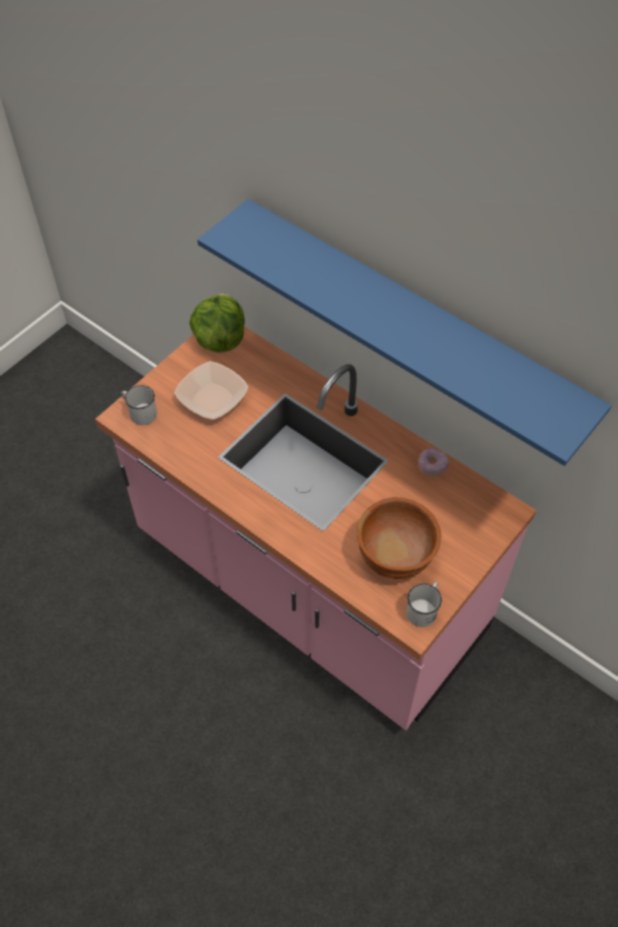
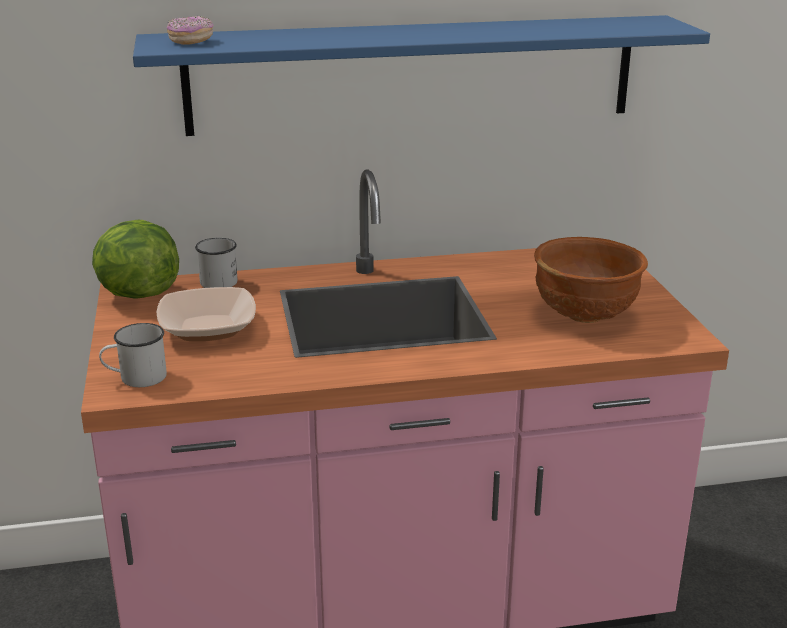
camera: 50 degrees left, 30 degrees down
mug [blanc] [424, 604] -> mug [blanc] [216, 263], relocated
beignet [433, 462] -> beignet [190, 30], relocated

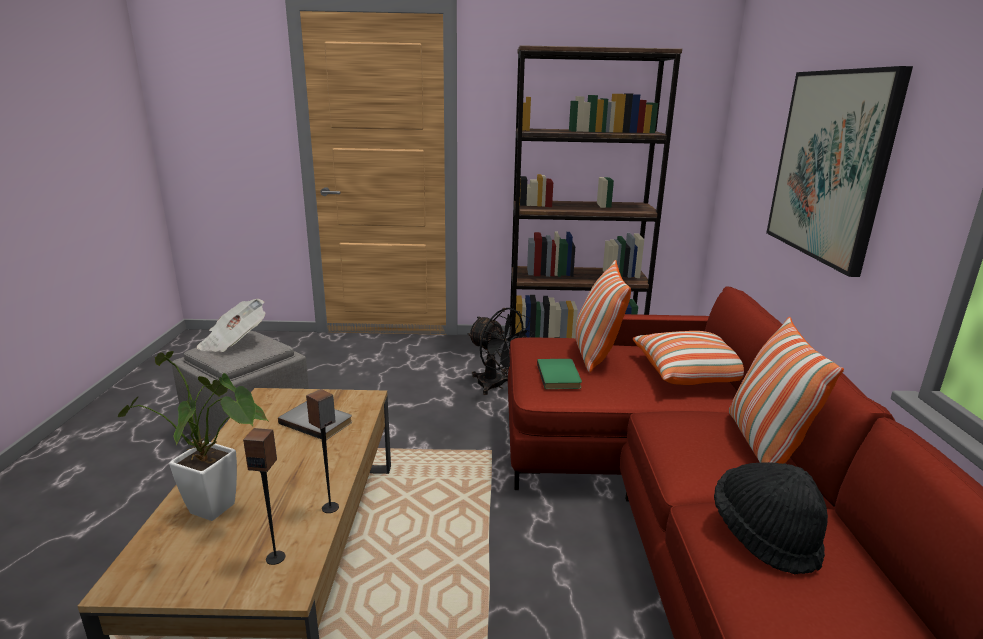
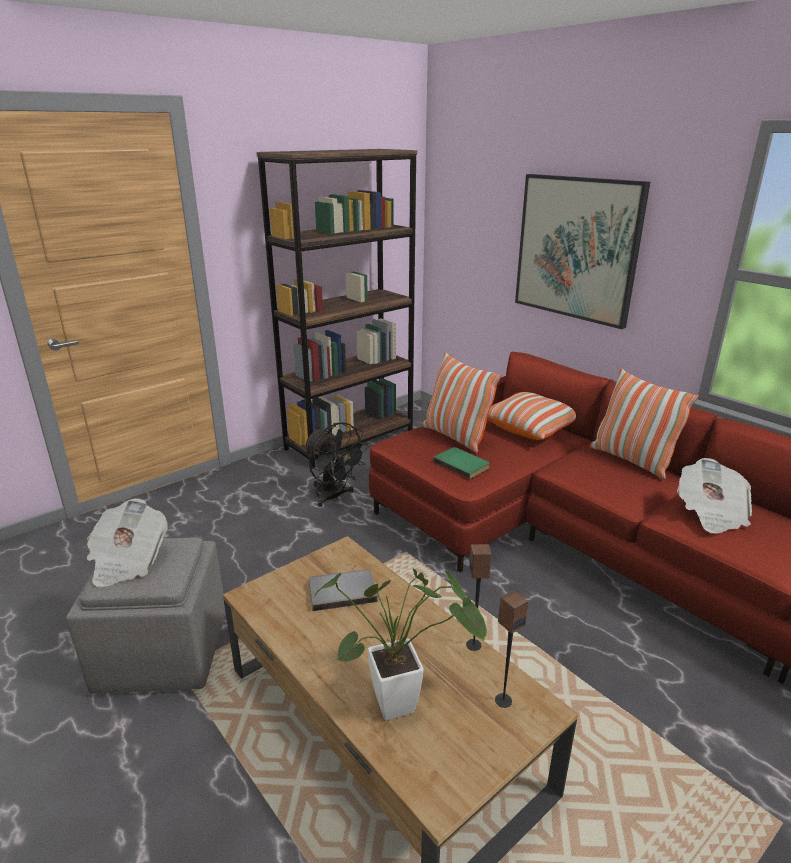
camera: 40 degrees left, 5 degrees up
ventilateur [noir] [500, 351] -> ventilateur [noir] [336, 464], 45 degrees clockwise
chapeau [noir] [771, 518] -> journal [714, 495]

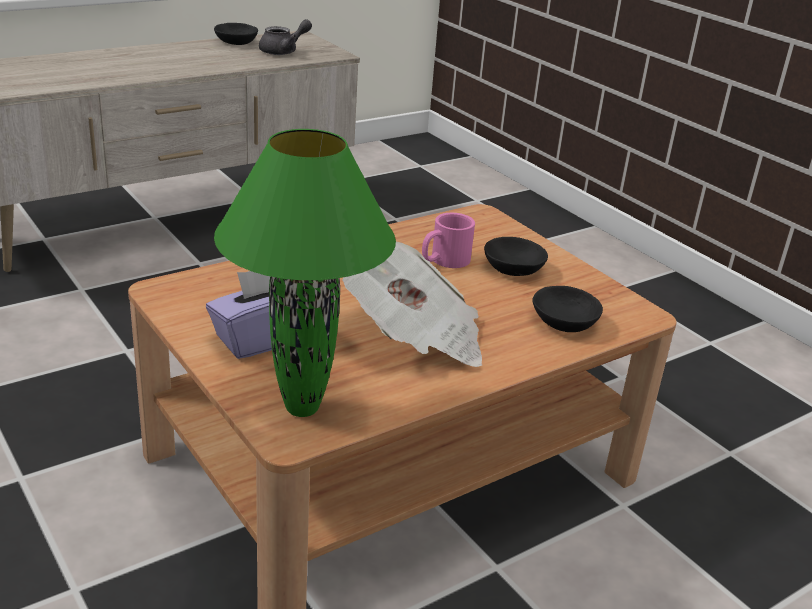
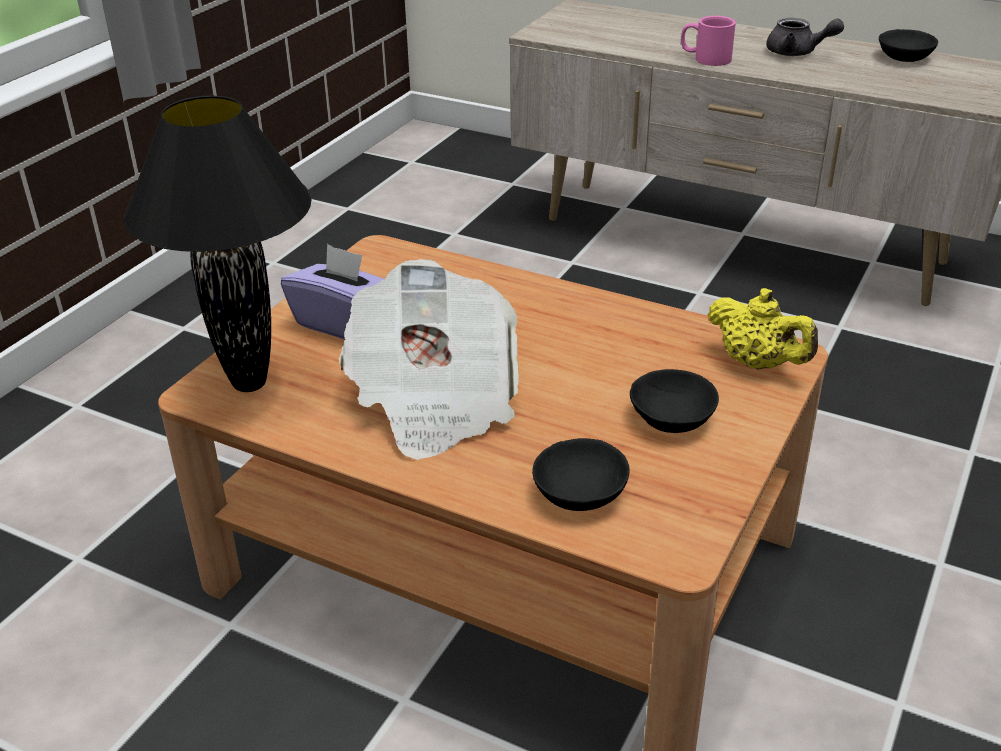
camera: 65 degrees right, 5 degrees up
lampe de table [vert] [305, 273] -> lampe de table [noir] [218, 244]
théière [gris] [285, 37] -> théière [gris] [805, 37], relocated
mug [rose] [448, 240] -> mug [rose] [708, 41], relocated
none -> théière [jaune] [762, 328]

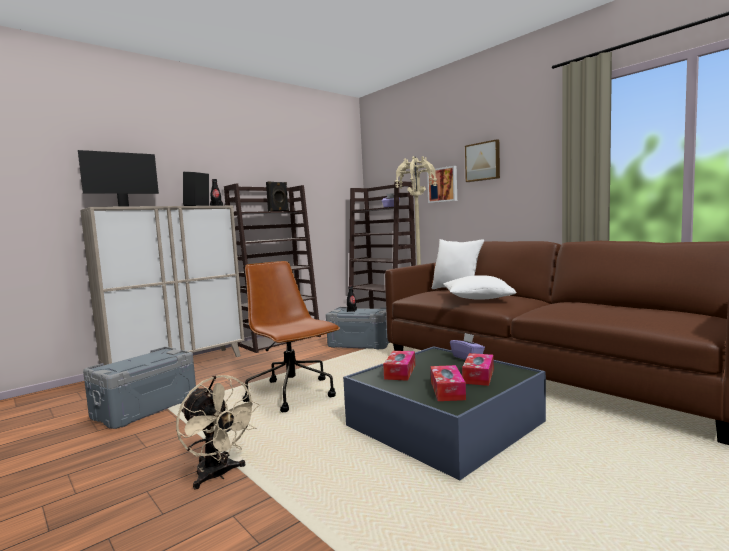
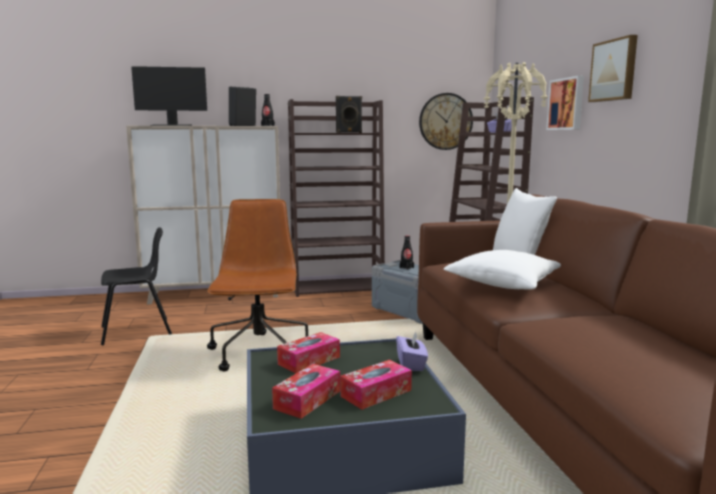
camera: 30 degrees right, 5 degrees up
boîte de rangement [gris] [139, 388] -> chaise [noir] [136, 286]
ventilateur [beige] [218, 432] -> none
none -> horloge murale [446, 121]

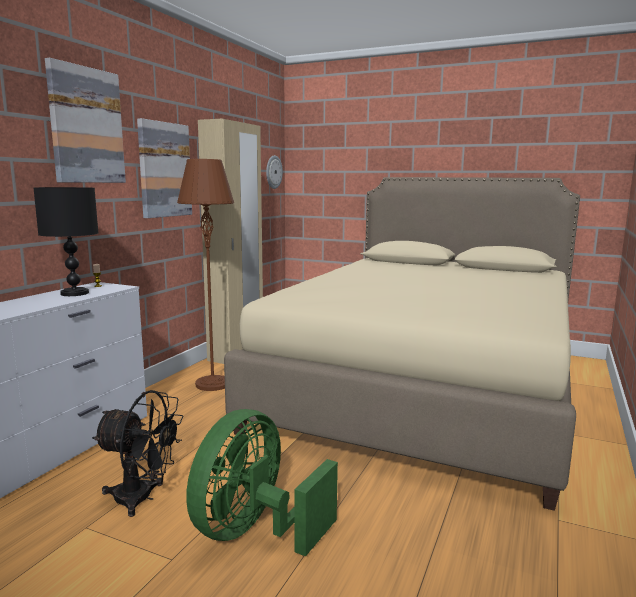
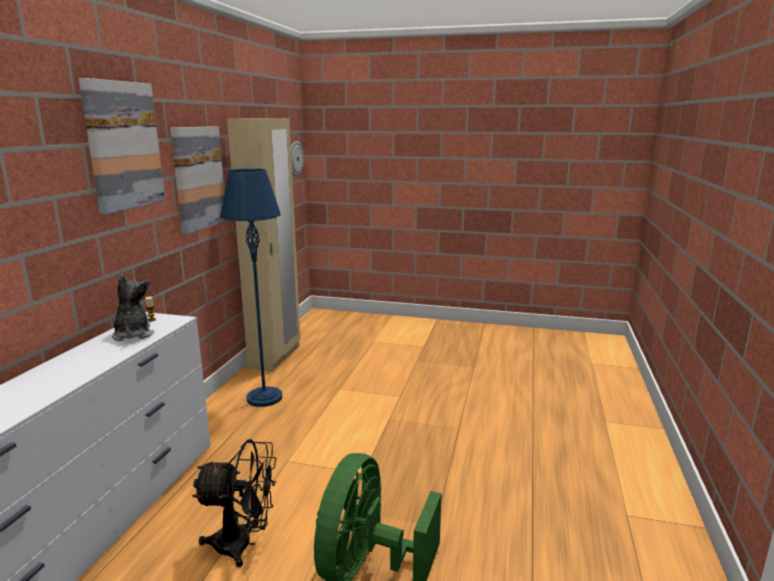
camera: 10 degrees left, 5 degrees up
lampe de table [noir] [66, 241] -> peluche [133, 307]
lampadaire [marron] [205, 275] -> lampadaire [bleu] [251, 288]
lit [beige] [402, 344] -> none

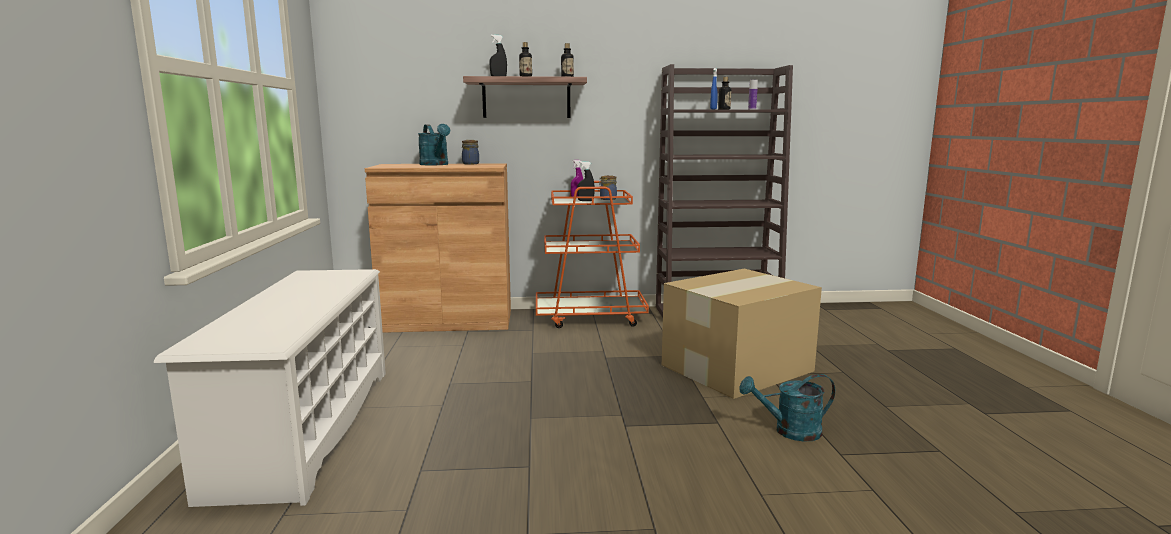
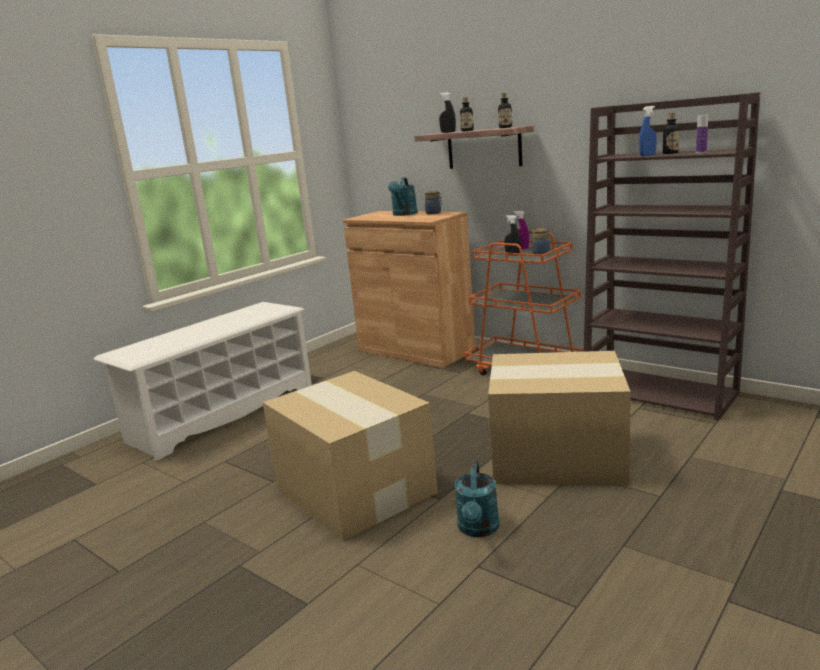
camera: 45 degrees right, 5 degrees up
arrosoir [turquoise] [787, 408] -> arrosoir [turquoise] [476, 499], 120 degrees counterclockwise
none -> carton [350, 456]

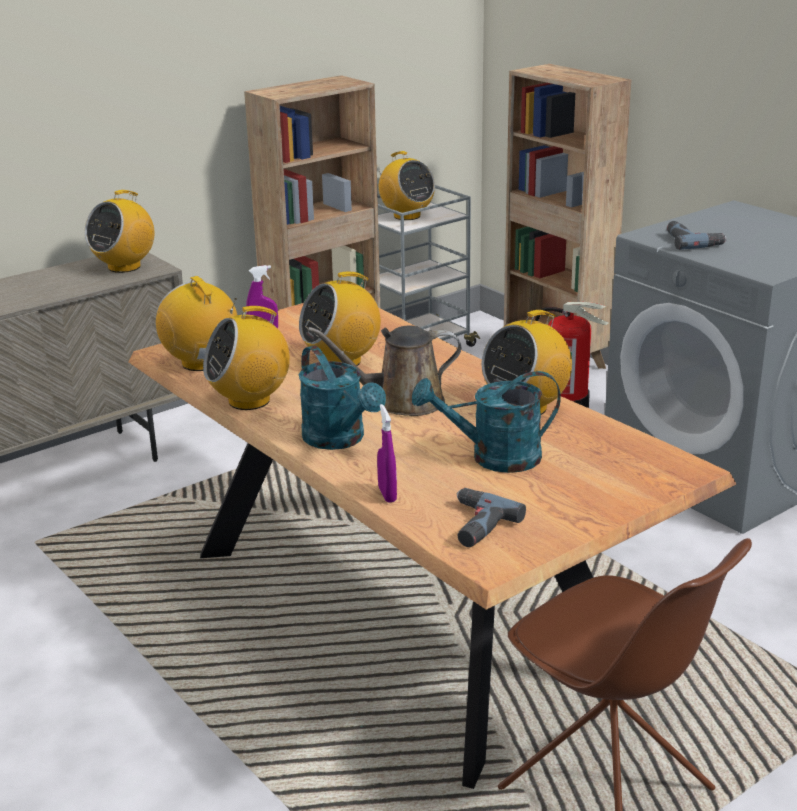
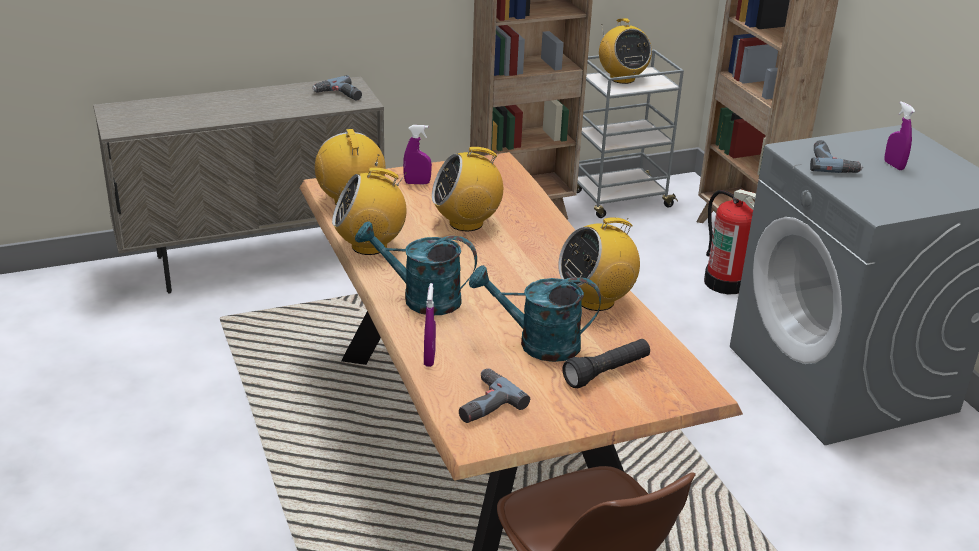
camera: 15 degrees right, 5 degrees up
radio [120, 231] -> perceuse [337, 88]
arrosoir [turquoise] [342, 397] -> arrosoir [turquoise] [416, 268], 120 degrees clockwise
arrosoir [marron] [384, 371] -> none
none -> lampe de poche [noir] [606, 363]
none -> vaporisateur [violet] [900, 135]

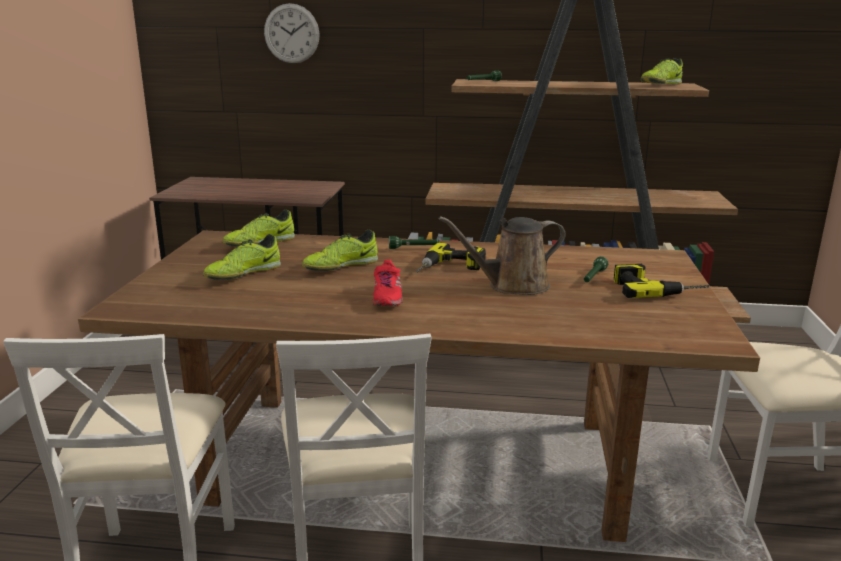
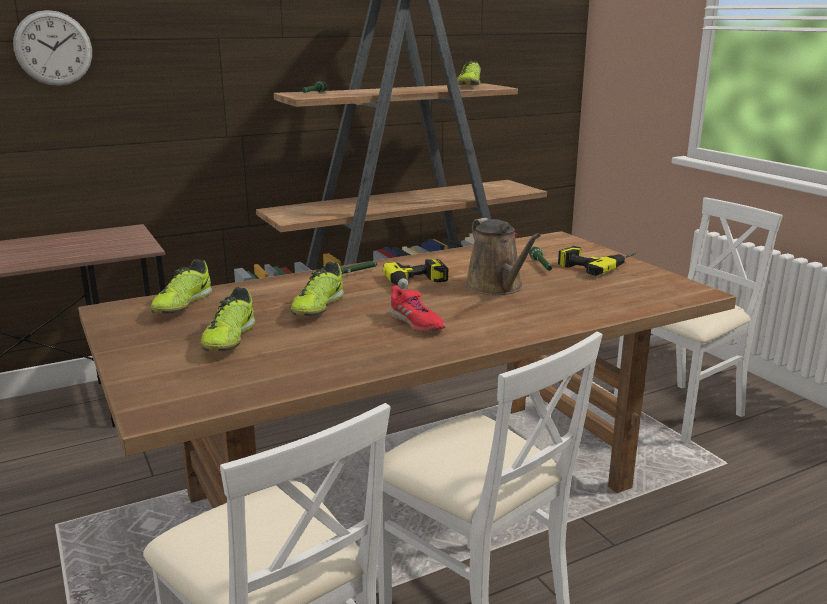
camera: 35 degrees left, 0 degrees up
arrosoir [marron] [502, 255] -> arrosoir [marron] [503, 256], 60 degrees counterclockwise

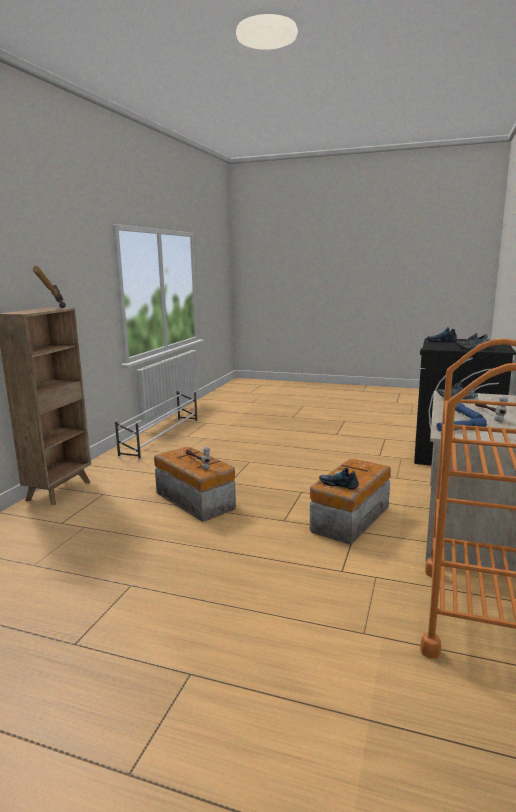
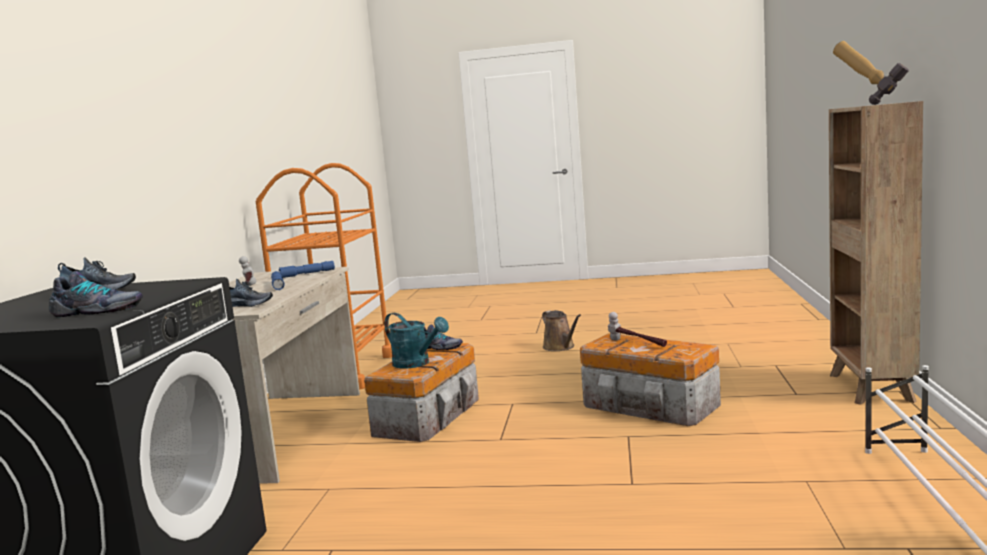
camera: 170 degrees right, 5 degrees down
none -> arrosoir [turquoise] [416, 340]
none -> arrosoir [marron] [561, 330]

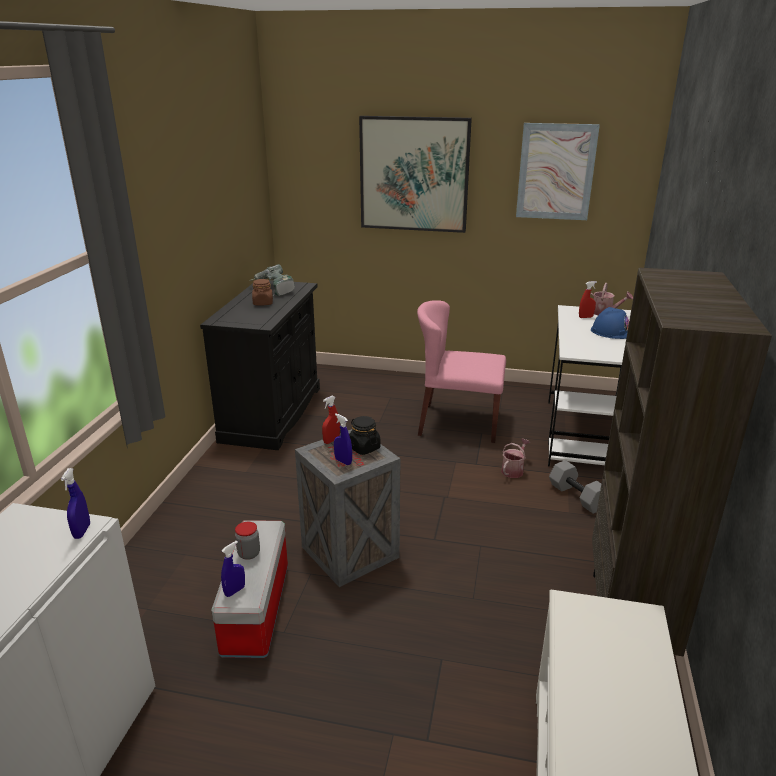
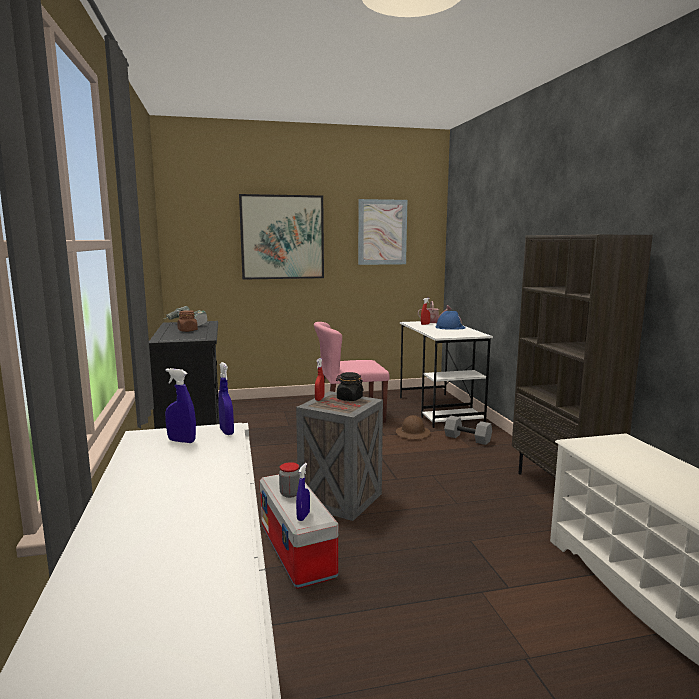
camera: 25 degrees left, 15 degrees down
vaporisateur [bleu] [343, 439] -> vaporisateur [bleu] [180, 405], relocated
arrosoir [515, 458] -> casque de chantier [marron] [413, 427]

